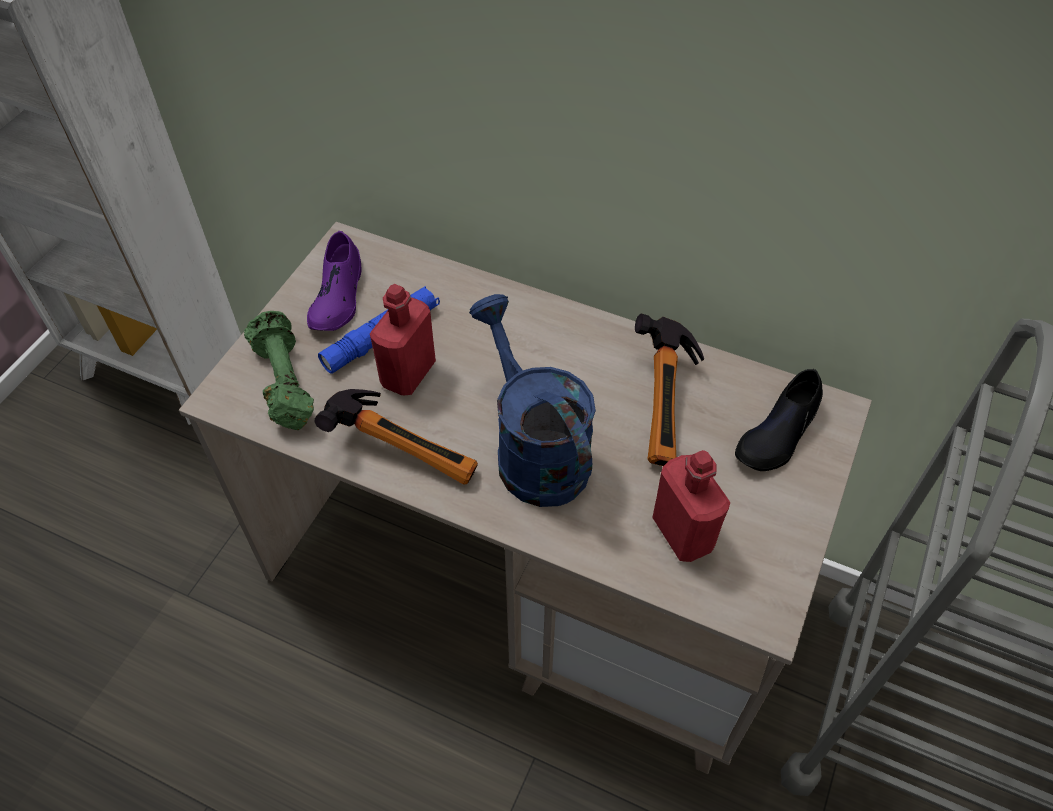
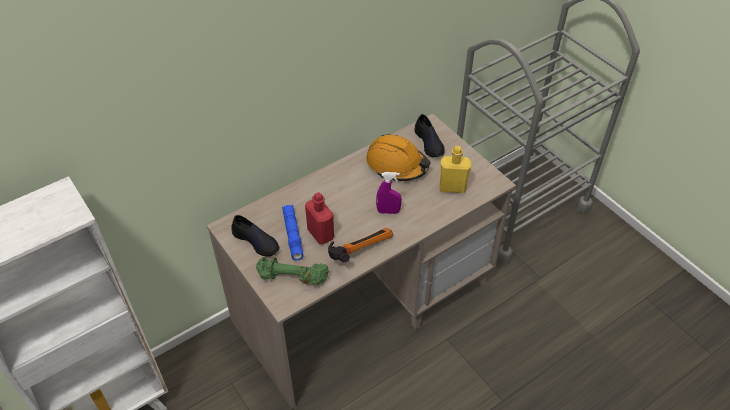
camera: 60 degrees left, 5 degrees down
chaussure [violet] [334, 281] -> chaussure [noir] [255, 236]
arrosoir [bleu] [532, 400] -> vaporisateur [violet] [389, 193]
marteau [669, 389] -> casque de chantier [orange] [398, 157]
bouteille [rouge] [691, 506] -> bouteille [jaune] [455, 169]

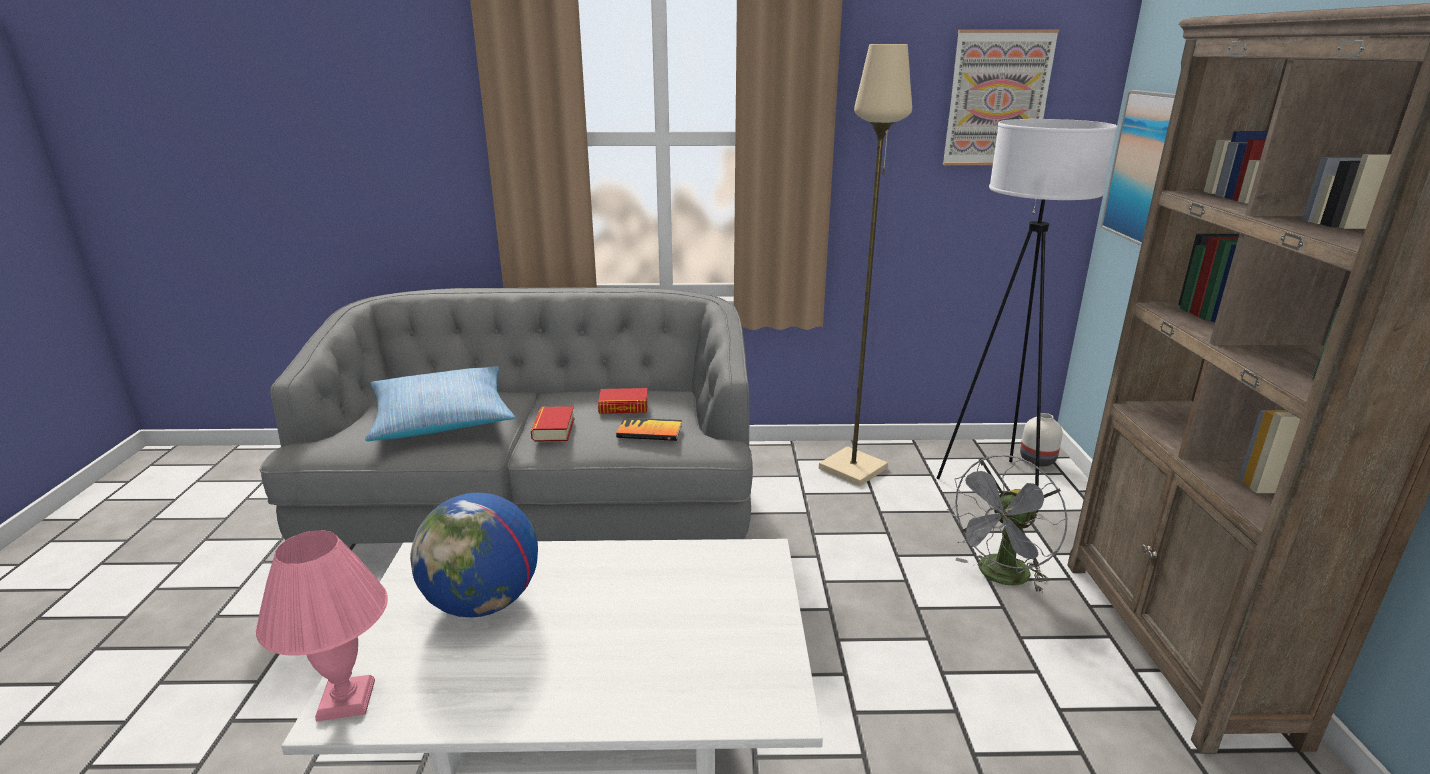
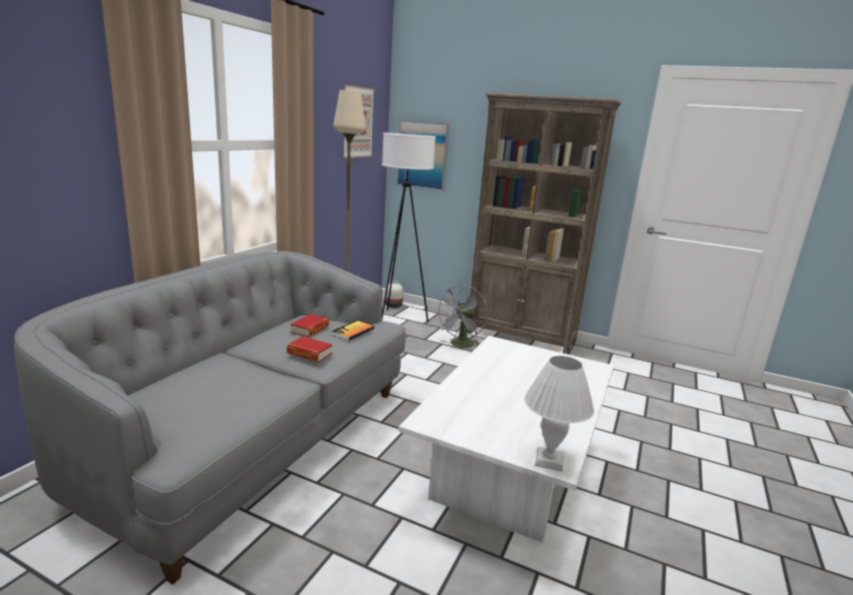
camera: 65 degrees left, 5 degrees down
lampe de table [rose] [322, 626] -> lampe de table [blanc] [559, 414]
coussin [440, 403] -> none
globe [474, 555] -> none
ventilateur [gris] [1007, 524] -> ventilateur [gris] [461, 316], 45 degrees clockwise

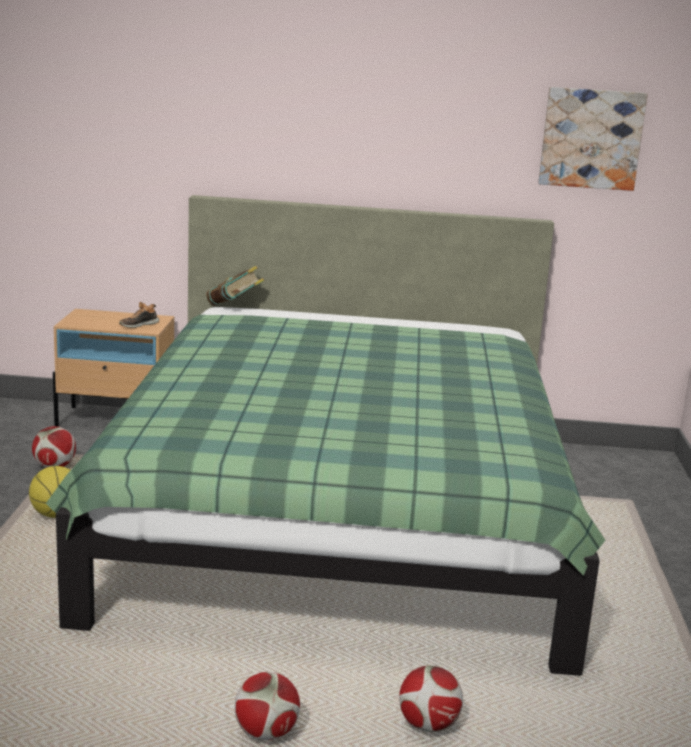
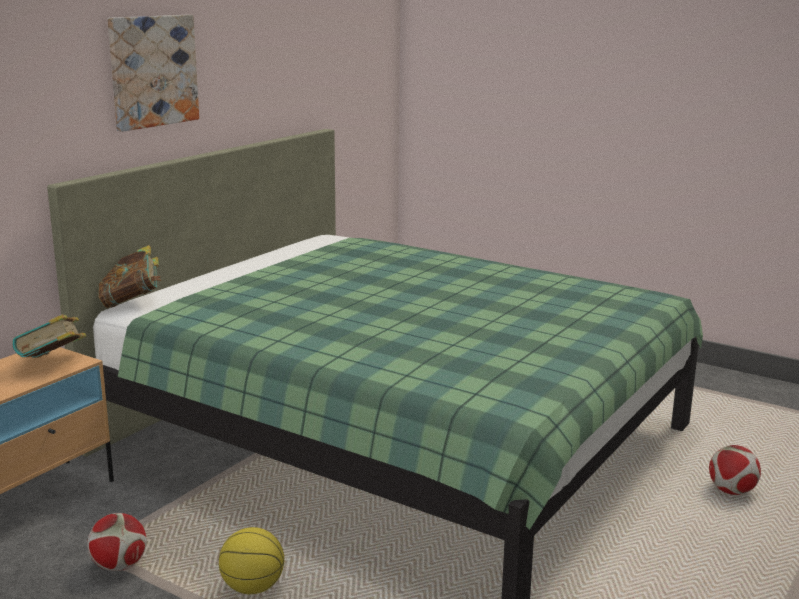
camera: 60 degrees left, 0 degrees up
chaussure [139, 315] -> livre [49, 336]
ballon de foot [267, 706] -> none
tableau [593, 139] -> tableau [153, 73], relocated

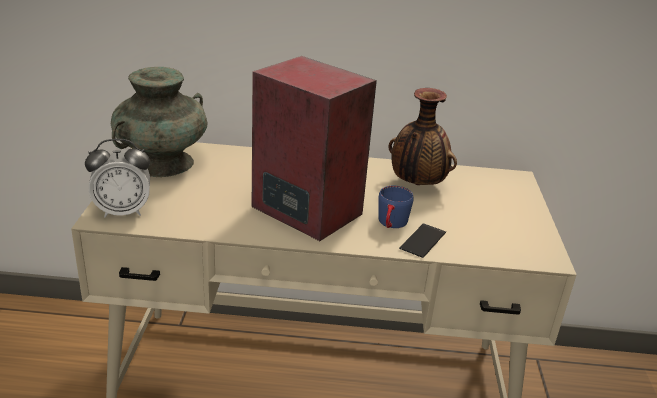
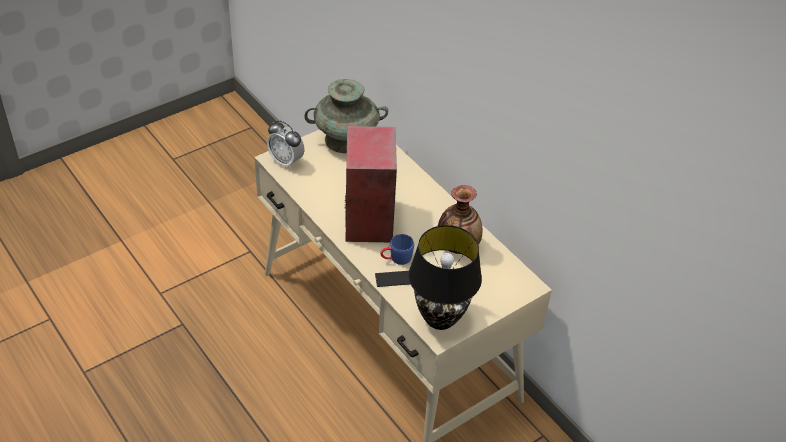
camera: 50 degrees right, 15 degrees up
none -> lampe de table [noir] [445, 277]

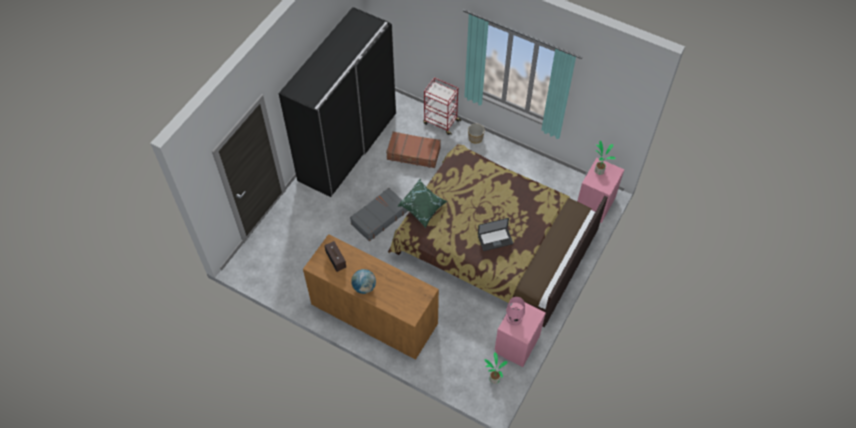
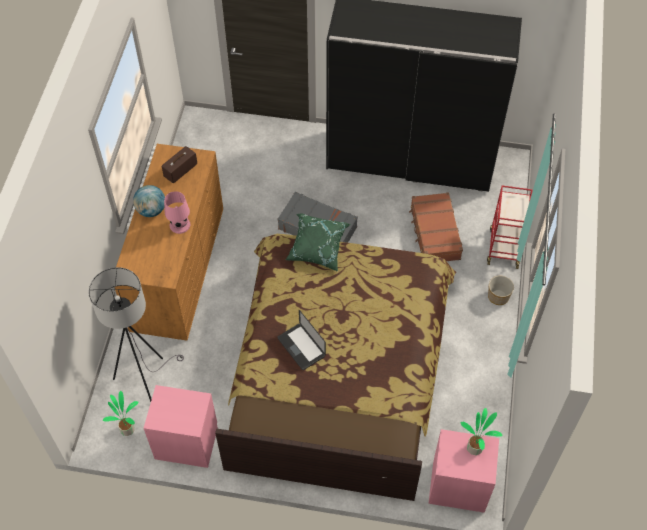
camera: 70 degrees right, 0 degrees up
lampe de table [rose] [515, 311] -> lampe de table [rose] [177, 212], relocated
none -> lampadaire [gris] [136, 334]

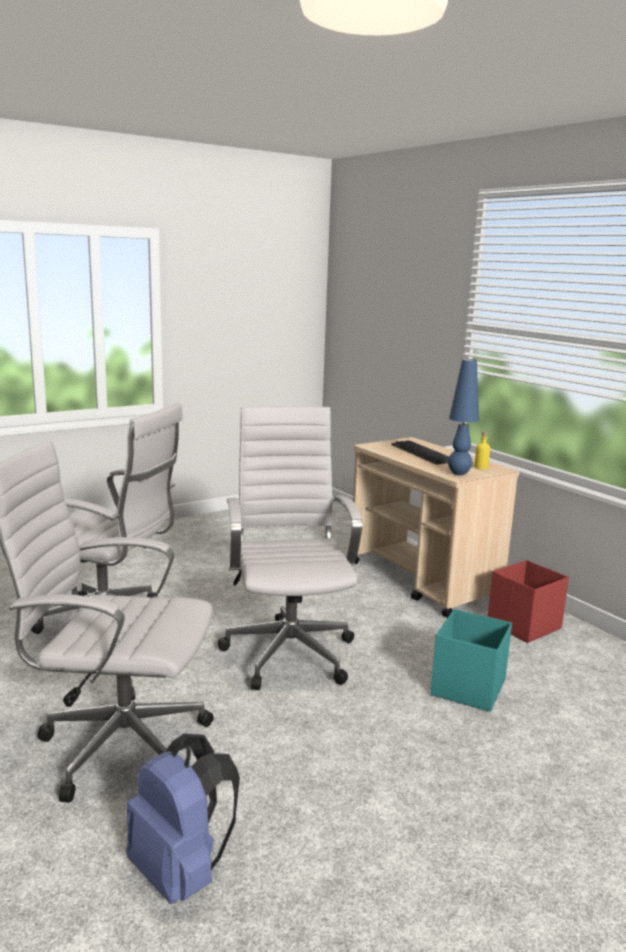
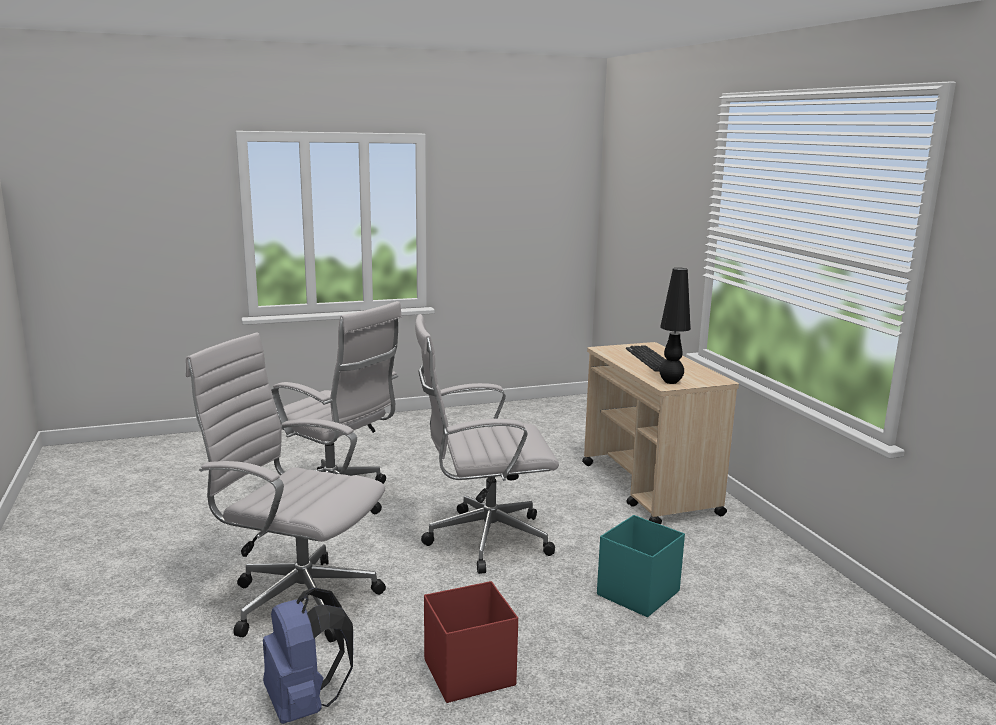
camera: 15 degrees right, 0 degrees up
chaise de bureau [blanc] [290, 548] -> chaise de bureau [blanc] [487, 444], 105 degrees counterclockwise
lampe de table [bleu] [463, 417] -> lampe de table [noir] [675, 326]
bouteille [jaune] [482, 450] -> none
boîte de rangement [rouge] [528, 601] -> boîte de rangement [rouge] [471, 642], relocated

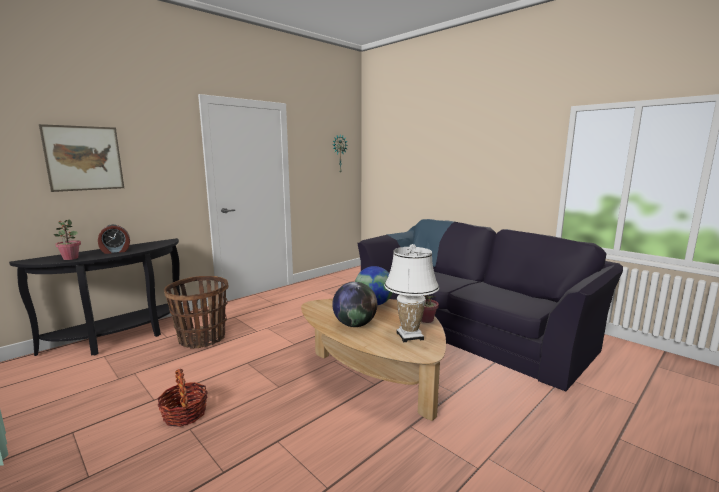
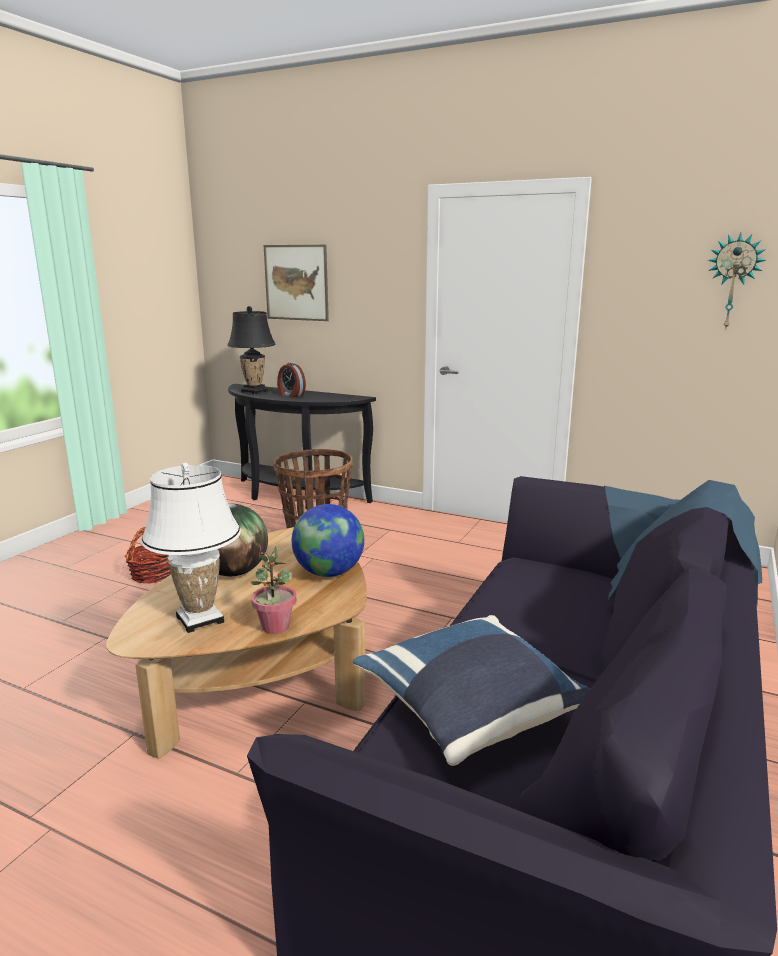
camera: 70 degrees right, 5 degrees up
plante en pot [67, 239] -> lampe de table [noir] [251, 350]
none -> coussin [bleu] [471, 690]

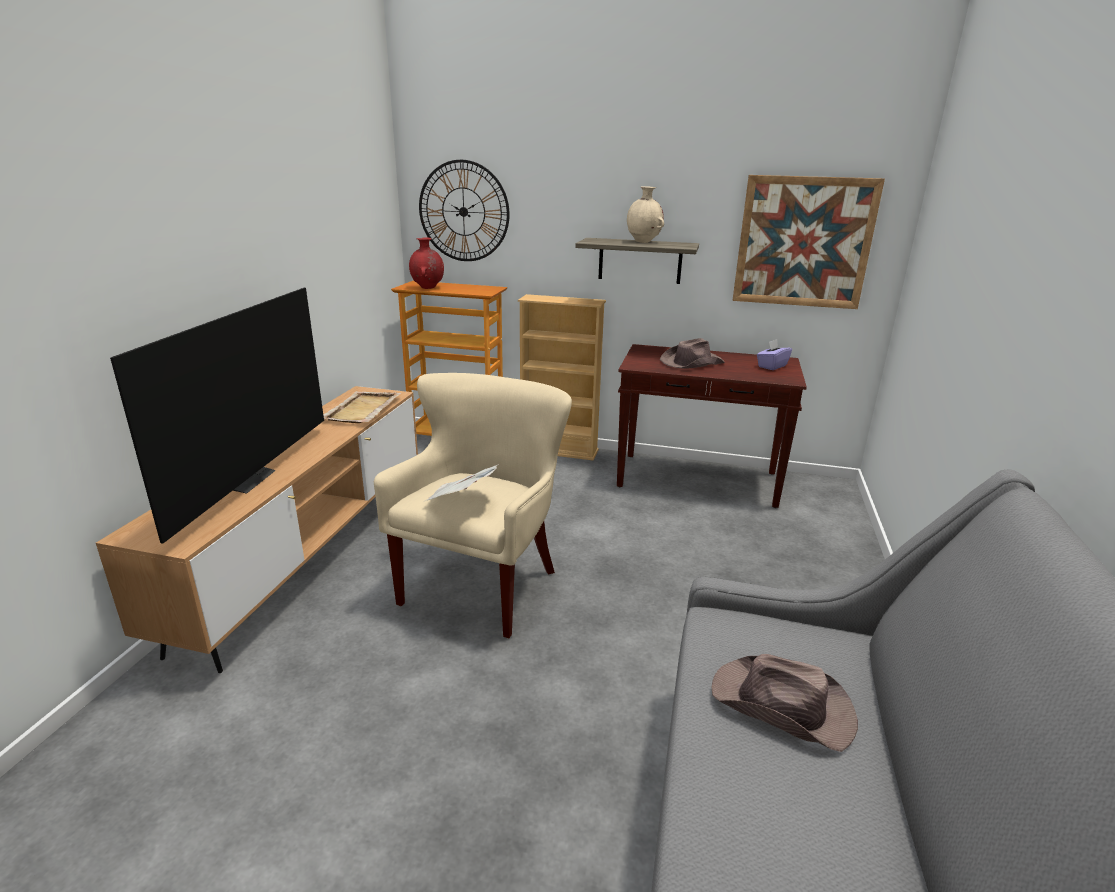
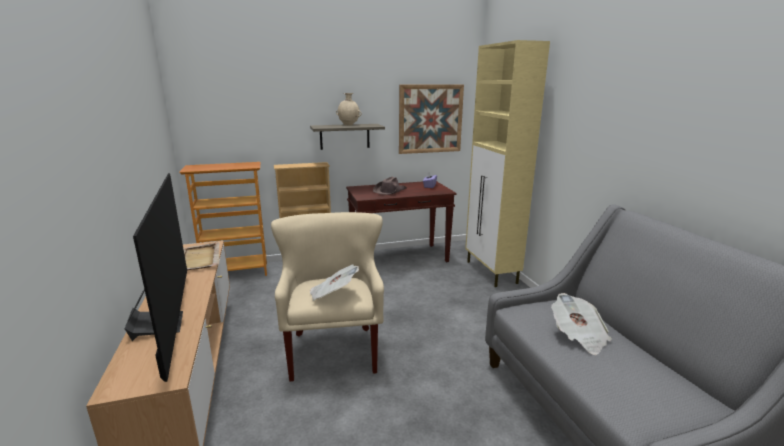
camera: 30 degrees left, 5 degrees down
vase [rouge] [426, 263] -> none
horloge murale [464, 210] -> none
chapeau [marron] [784, 703] -> journal [581, 324]
none -> meuble de rangement [beige] [507, 163]

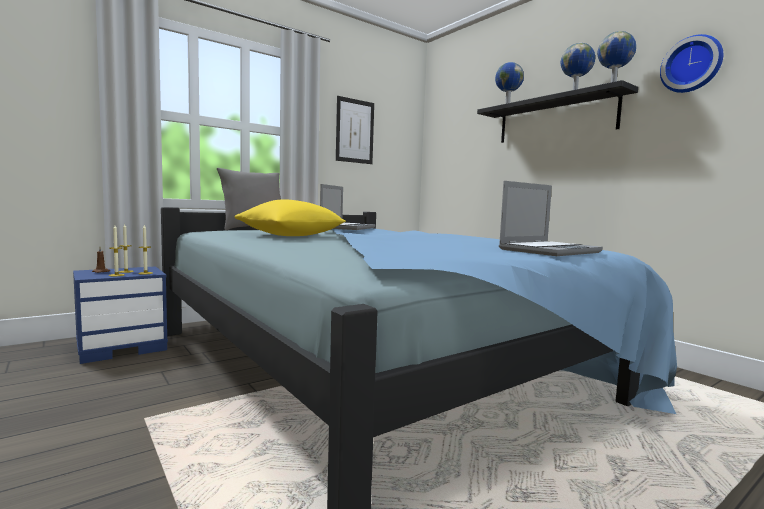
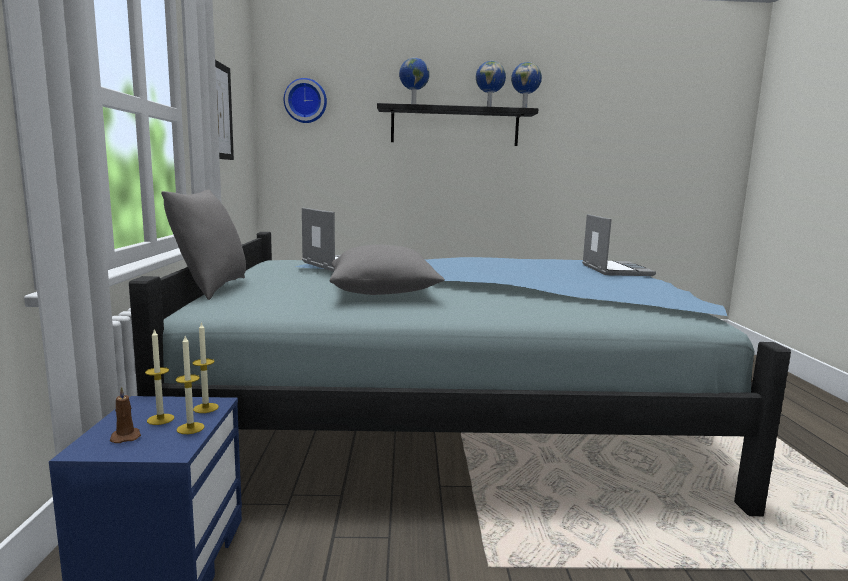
camera: 55 degrees left, 5 degrees up
coussin [jaune] [290, 217] -> coussin [gris] [387, 269]
horloge murale [691, 63] -> horloge murale [305, 100], relocated

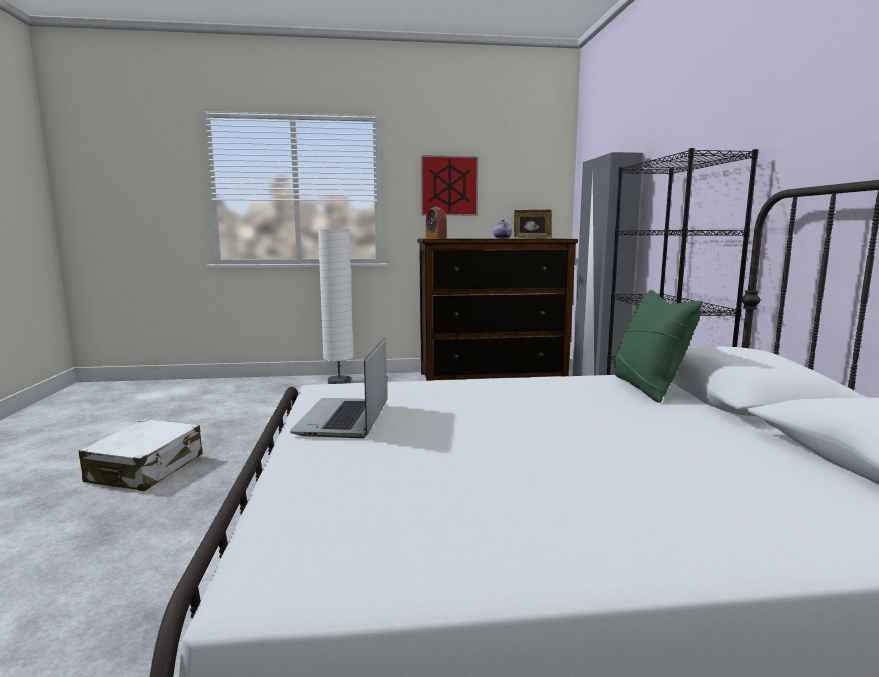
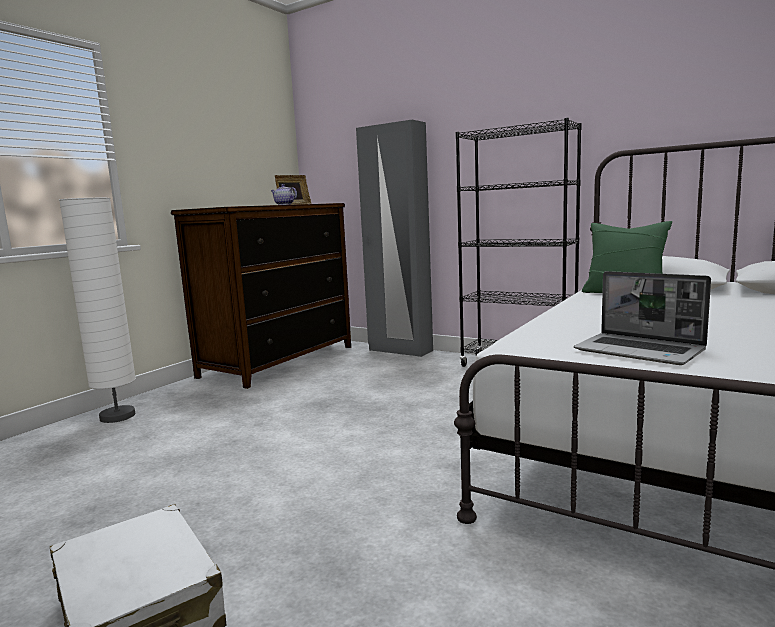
camera: 50 degrees left, 0 degrees up
tableau [449, 185] -> none
réveil [436, 223] -> none

